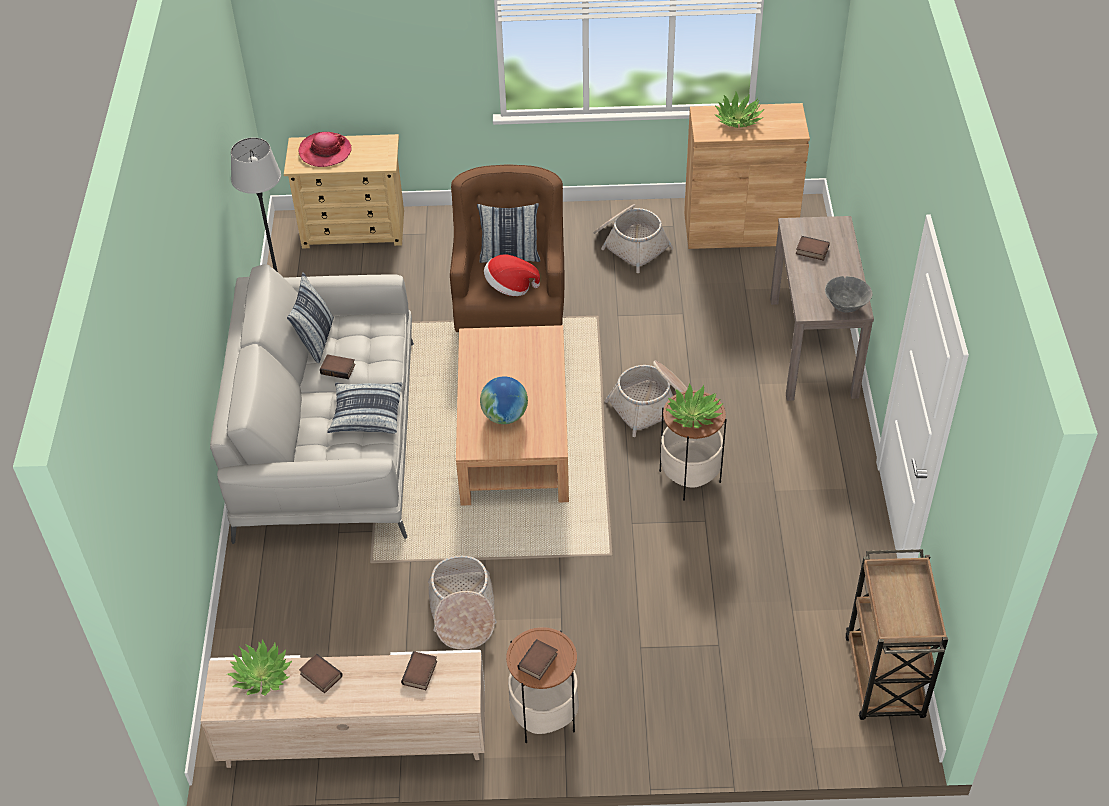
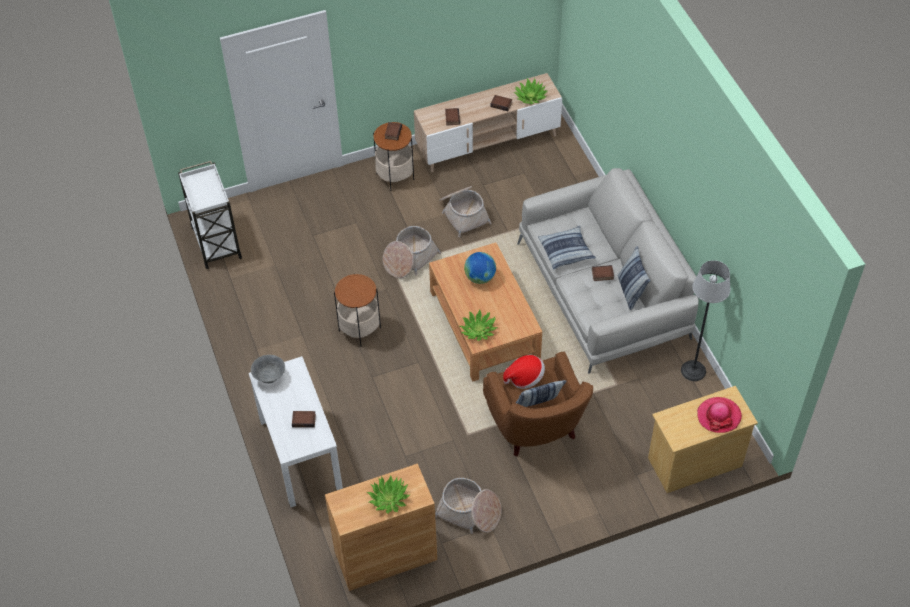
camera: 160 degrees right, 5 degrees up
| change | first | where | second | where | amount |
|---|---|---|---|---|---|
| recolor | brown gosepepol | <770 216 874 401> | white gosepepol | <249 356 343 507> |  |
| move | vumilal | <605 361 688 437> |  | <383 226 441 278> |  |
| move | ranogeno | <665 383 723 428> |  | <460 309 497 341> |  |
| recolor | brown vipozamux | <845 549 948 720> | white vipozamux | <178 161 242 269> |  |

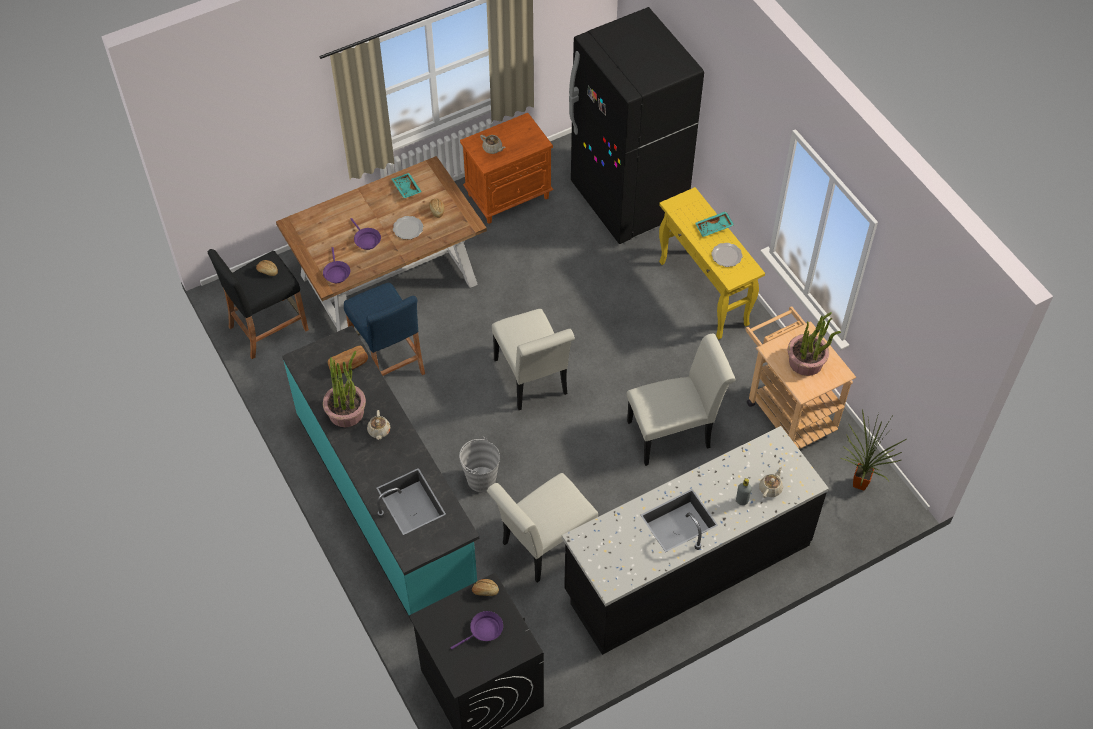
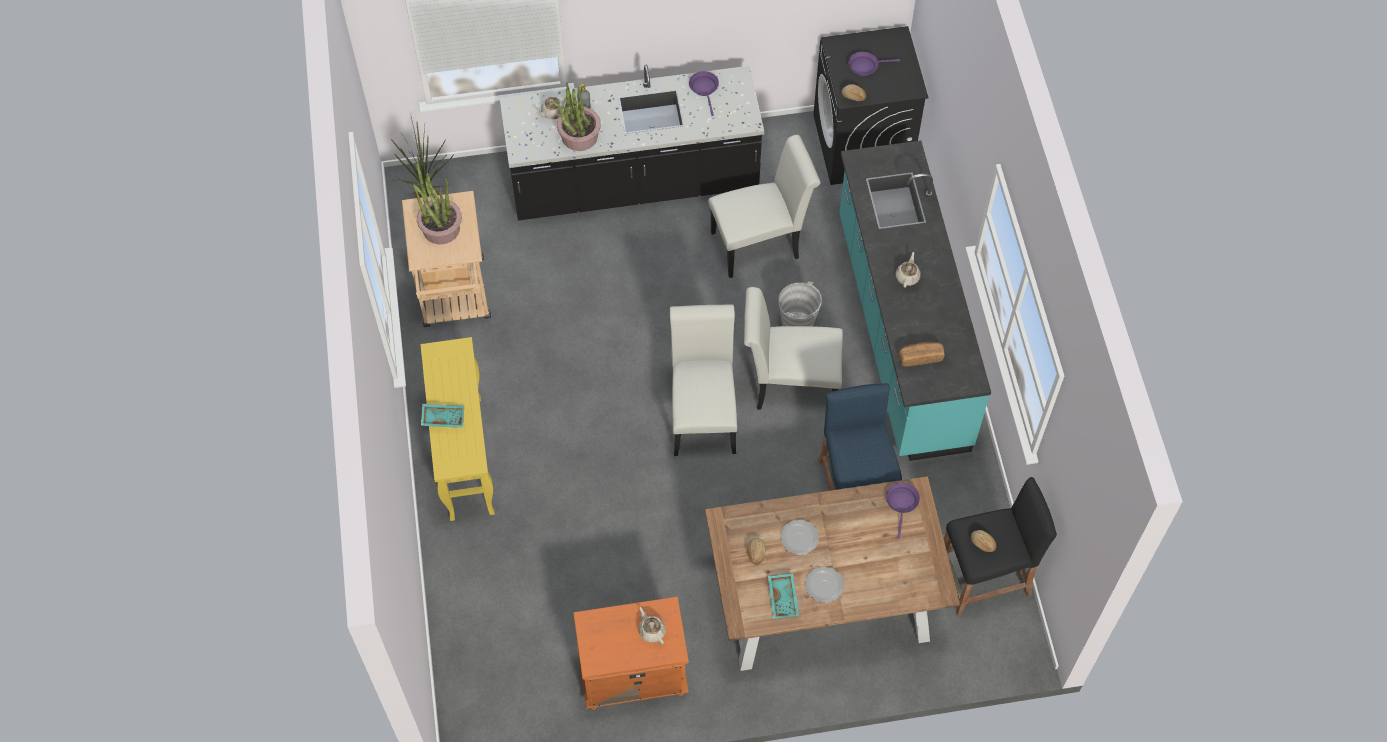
camera: 160 degrees left, 5 degrees up
| change | first | where | second | where | amount |
|---|---|---|---|---|---|
| delete | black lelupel | <569 7 704 244> |  |  |  |
| move | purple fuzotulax | <351 218 381 250> |  | <689 71 719 116> |  |
| move | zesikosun | <711 243 743 267> |  | <805 566 844 603> |  |
| move | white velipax | <627 334 736 466> |  | <744 287 843 410> |  |
| move | ranogeno | <323 351 366 427> |  | <550 81 601 151> |  |

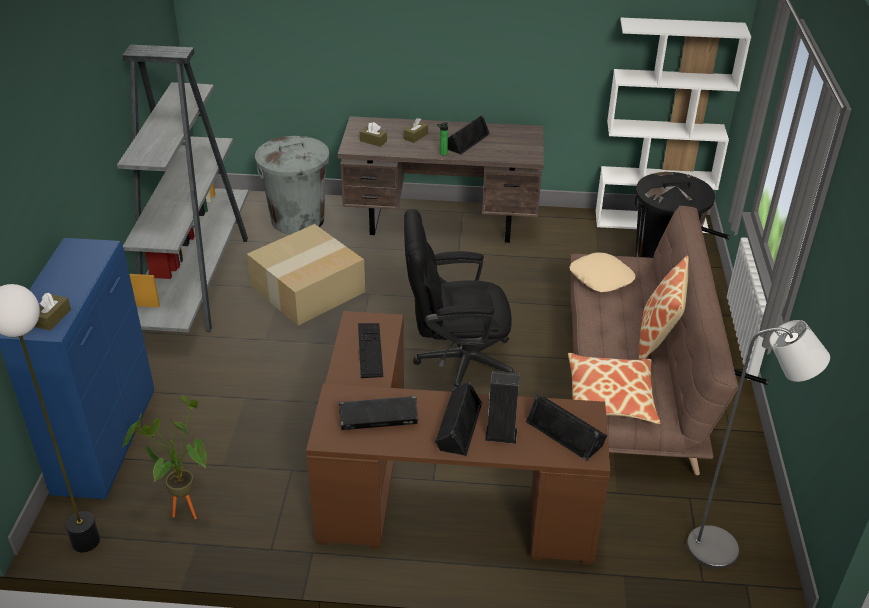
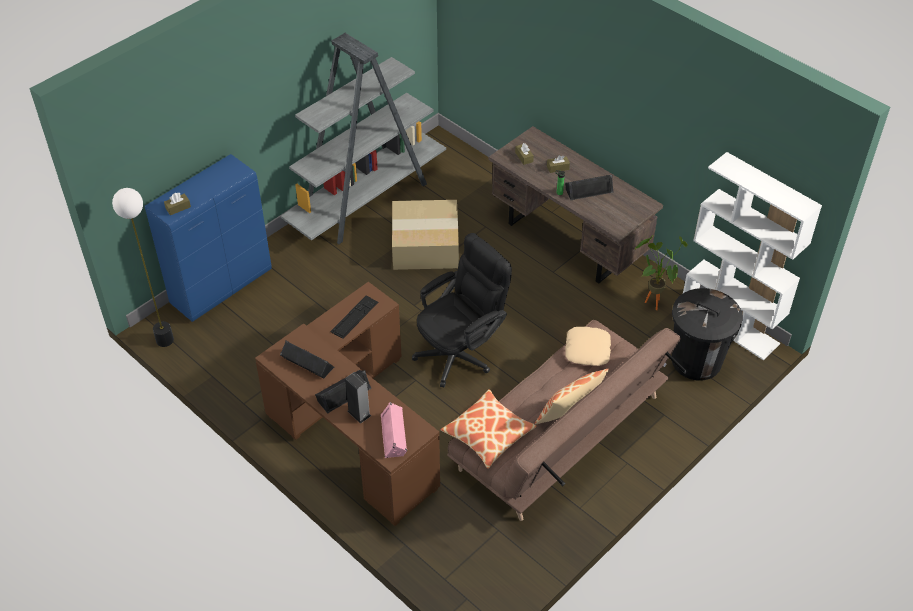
camera: 40 degrees right, 10 degrees up
| change | first | where | second | where | amount |
|---|---|---|---|---|---|
| delete | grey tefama | <255 136 329 235> |  |  |  |
| rotate | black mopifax | <404 209 516 389> |  | <412 233 512 387> | 105 degrees clockwise |
| delete | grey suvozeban | <687 320 830 569> |  |  |  |
| recolor | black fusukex | <525 394 607 461> | pink fusukex | <381 402 407 458> |  |
| move | ranogeno | <122 396 207 519> |  | <635 235 688 310> |  |

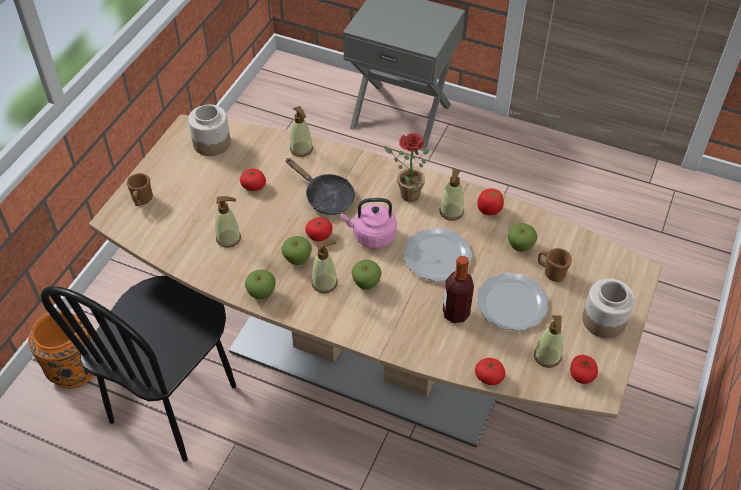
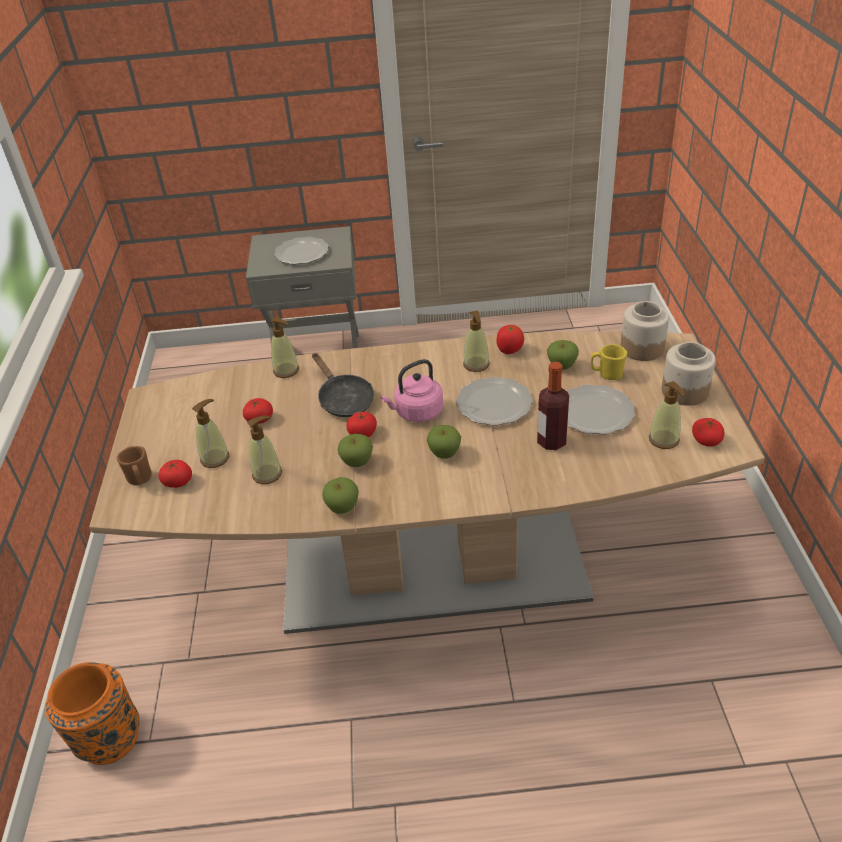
camera: 25 degrees left, 10 degrees down
| change | first | where | second | where | amount |
|---|---|---|---|---|---|
| move | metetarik | <188 105 231 156> |  | <620 301 669 361> |  |
| delete | ranogeno | <384 133 429 202> |  |  |  |
| rotate | black fuzotulax | <286 158 355 215> |  | <312 353 374 417> | 45 degrees clockwise |
| move | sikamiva | <311 240 338 293> |  | <192 399 229 468> |  |
| recolor | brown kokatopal | <538 248 572 282> | yellow kokatopal | <591 344 627 380> |  |
| delete | black velipax | <41 276 236 462> |  |  |  |
| move | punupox | <475 358 505 385> |  | <158 460 192 488> |  |
| insert |  |  | zesikosun | <274 237 329 264> |  |

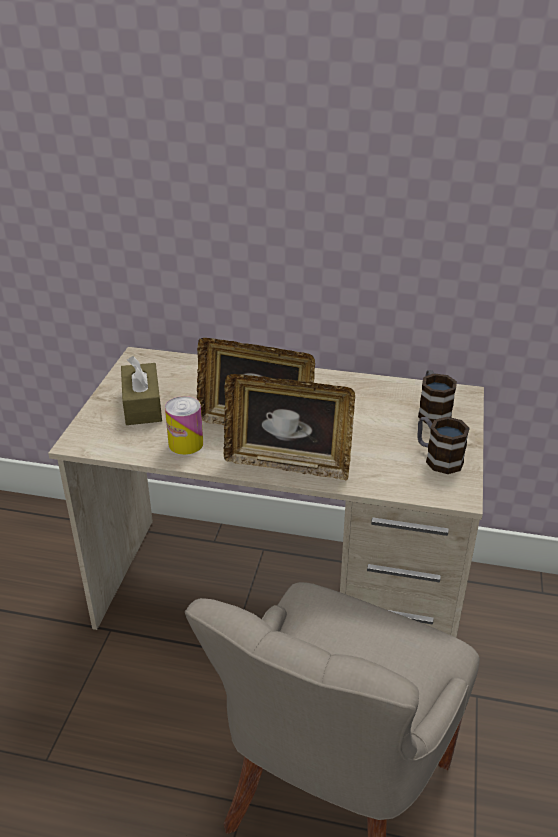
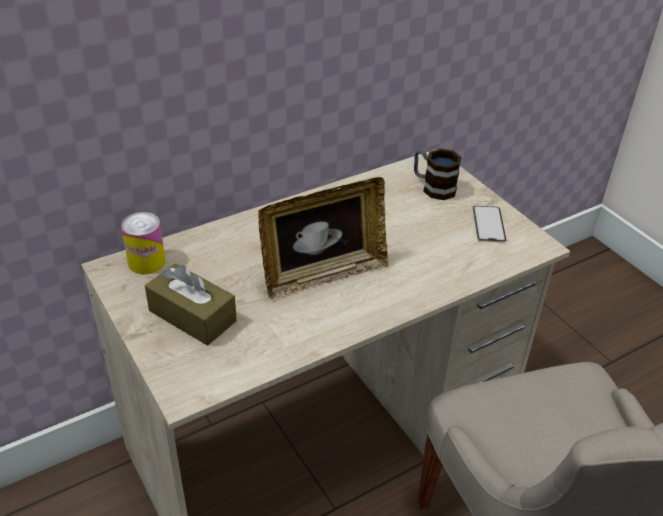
camera: 45 degrees left, 5 degrees up
| change | first | where | second | where | amount |
|---|---|---|---|---|---|
| delete | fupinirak | <223 374 355 481> |  |  |  |
| move | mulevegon | <165 396 203 455> |  | <121 212 166 274> |  |
| replace | kokatopal | <417 417 470 474> | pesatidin | <473 206 506 242> |  |

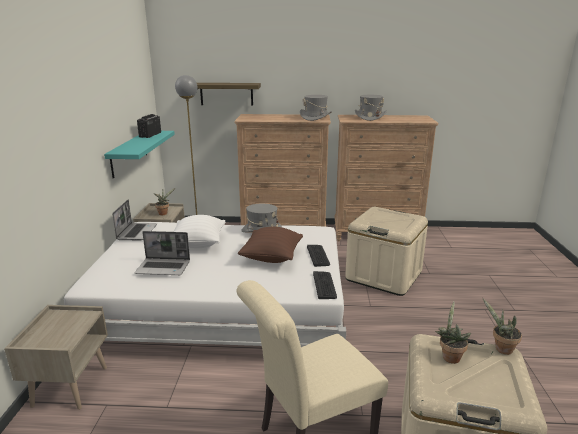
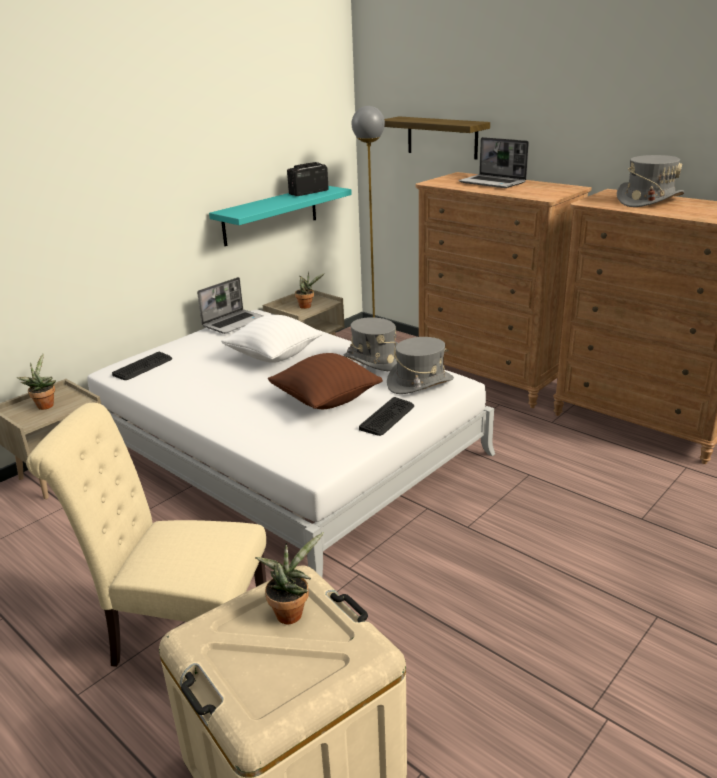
camera: 40 degrees right, 5 degrees up
| change | first | where | second | where | amount |
|---|---|---|---|---|---|
| move | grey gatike | <300 95 332 121> |  | <387 337 454 394> |  |
| delete | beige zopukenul | <345 207 428 296> |  |  |  |
| move | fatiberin | <134 231 190 275> |  | <458 137 529 188> |  |
| move | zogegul | <313 271 337 299> |  | <112 352 172 380> |  |
| move | ranogeno | <483 298 522 355> |  | <17 353 56 410> |  |

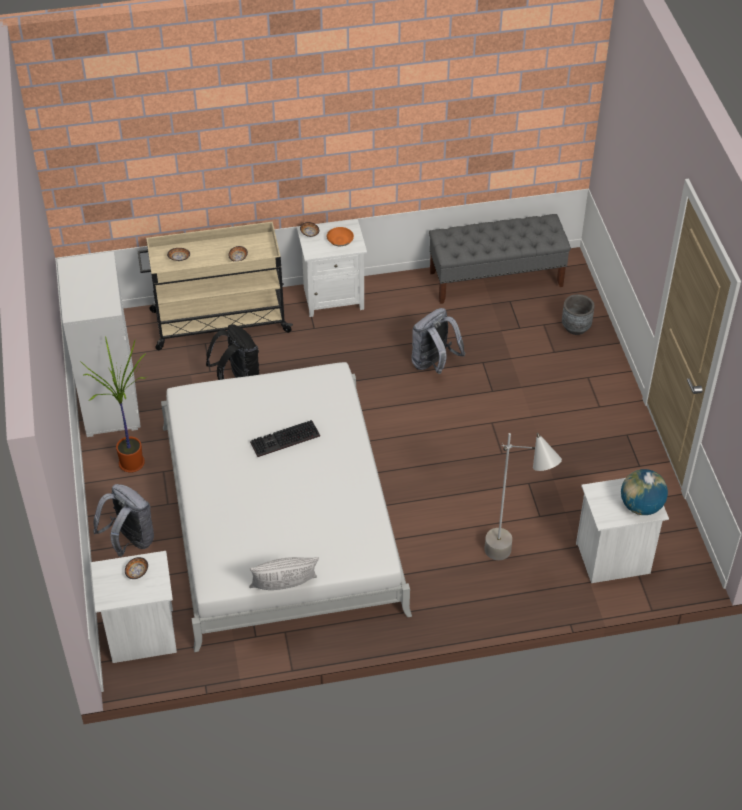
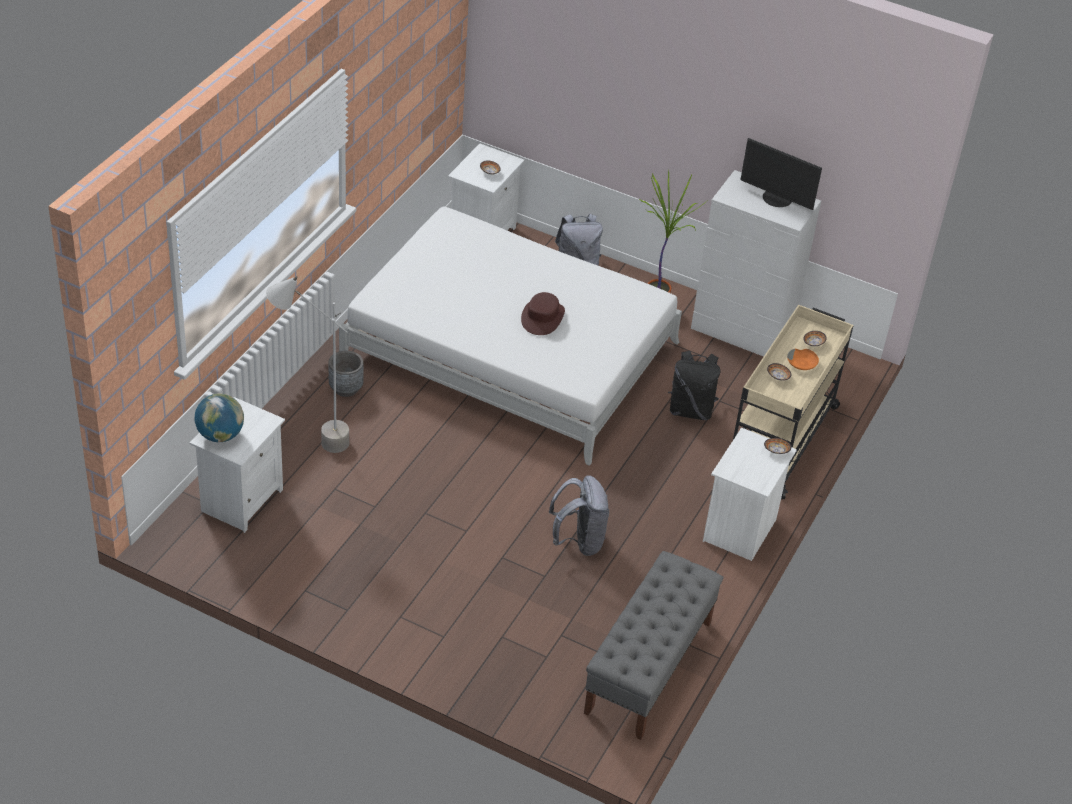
camera: 125 degrees right, 5 degrees down
| change | first | where | second | where | amount |
|---|---|---|---|---|---|
| move | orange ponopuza | <327 227 354 246> |  | <787 349 819 370> |  |
| move | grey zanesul | <562 294 595 335> |  | <329 351 364 397> |  |
| replace | zogegul | <250 420 320 457> | brown gatike | <521 292 565 335> |  |
| delete | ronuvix | <249 557 319 590> |  |  |  |
| insert |  |  | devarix | <740 138 822 210> |  |

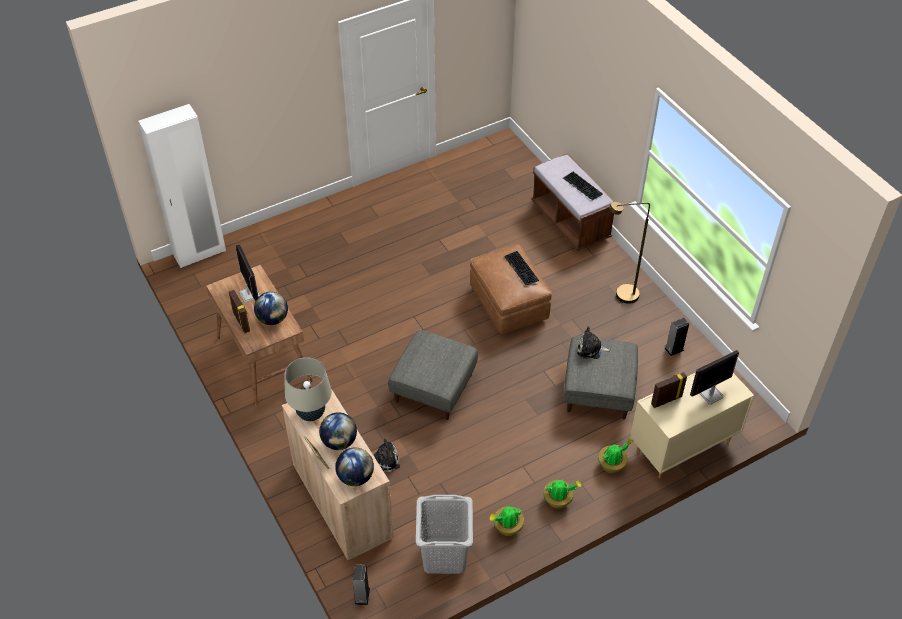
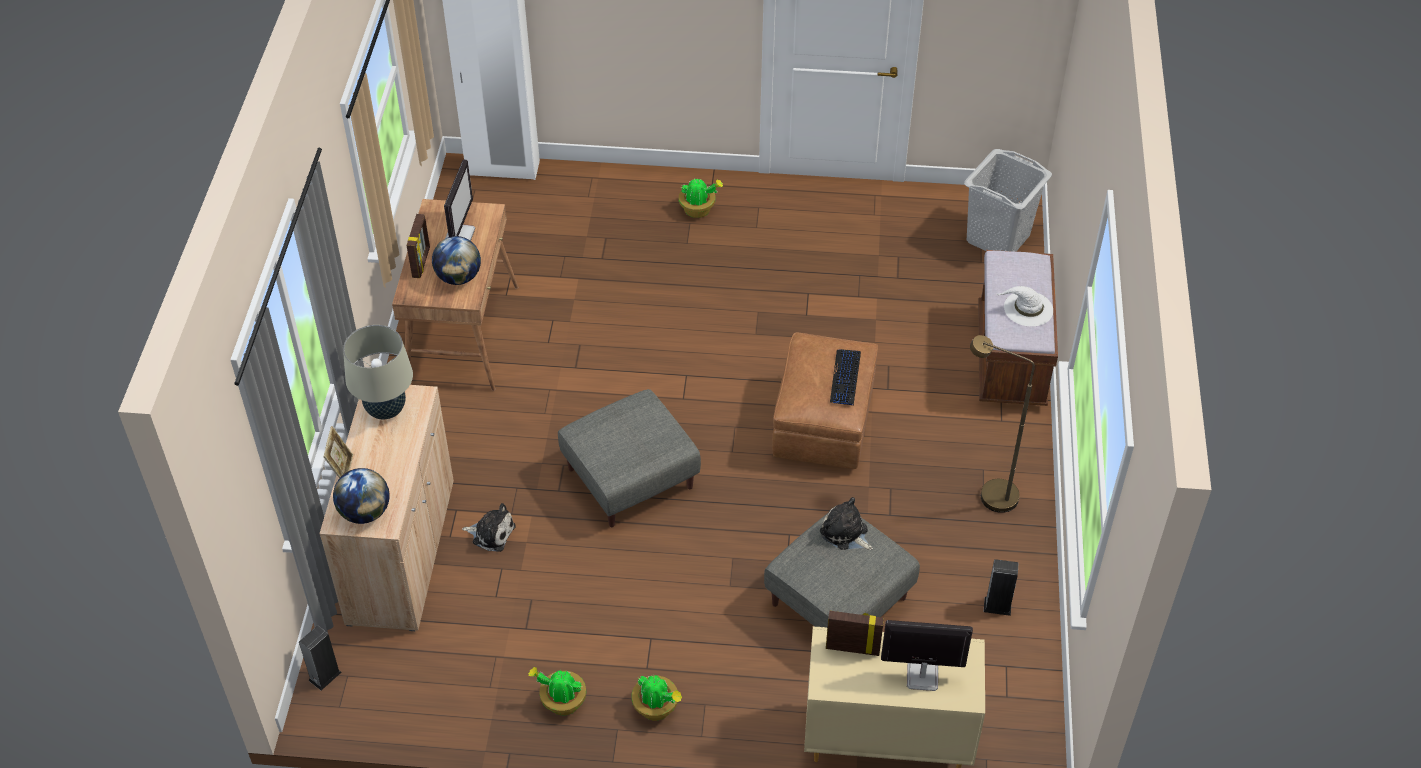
camera: 35 degrees right, 0 degrees up
| change | first | where | second | where | amount |
|---|---|---|---|---|---|
| replace | zogegul | <563 172 603 200> | white gatike | <996 286 1053 326> |  |
| delete | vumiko | <319 412 357 450> |  |  |  |
| move | ranogeno | <598 439 633 473> |  | <679 178 723 218> |  |
| move | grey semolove | <416 495 473 574> |  | <964 149 1052 252> |  |

